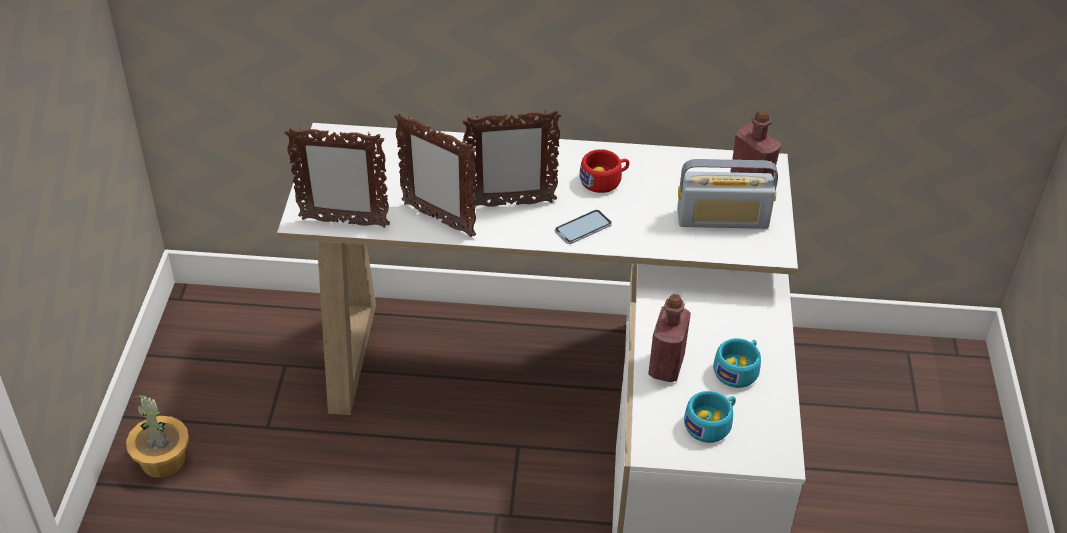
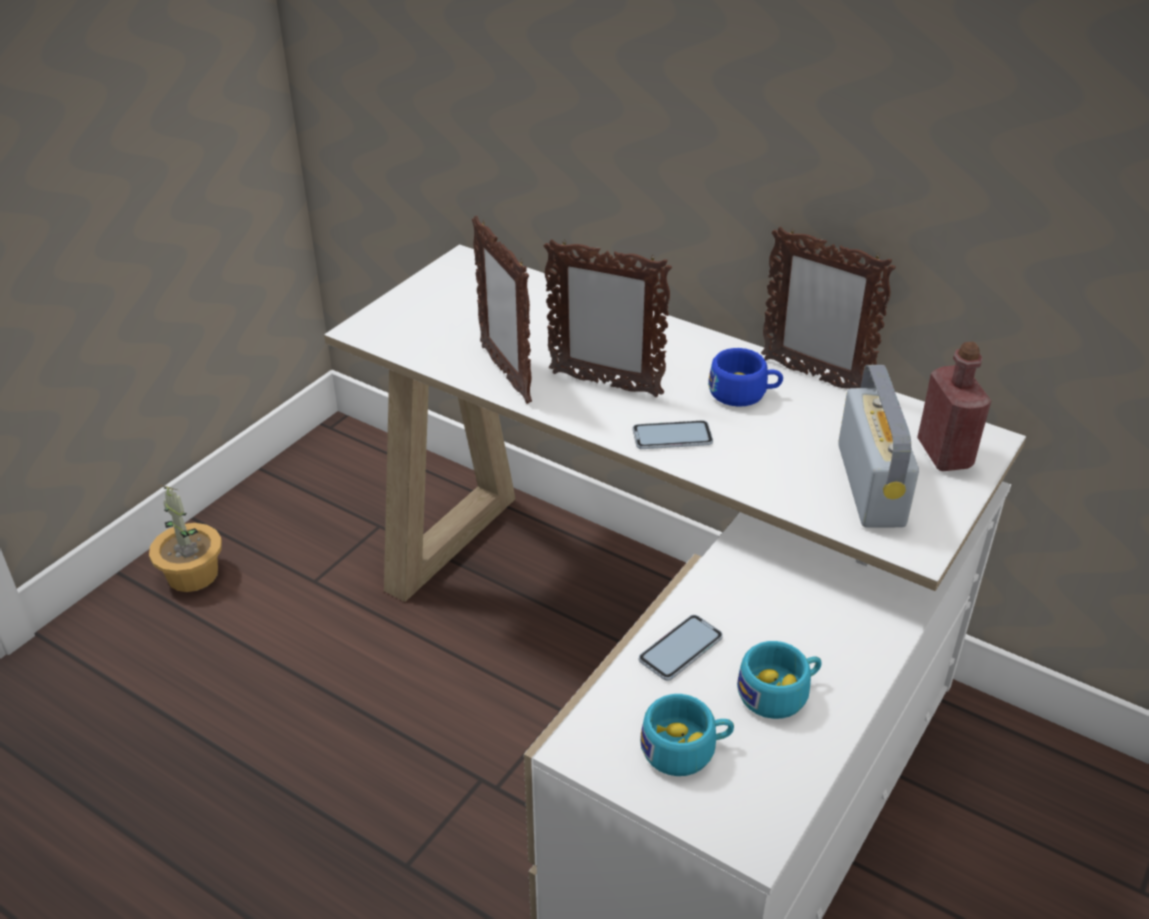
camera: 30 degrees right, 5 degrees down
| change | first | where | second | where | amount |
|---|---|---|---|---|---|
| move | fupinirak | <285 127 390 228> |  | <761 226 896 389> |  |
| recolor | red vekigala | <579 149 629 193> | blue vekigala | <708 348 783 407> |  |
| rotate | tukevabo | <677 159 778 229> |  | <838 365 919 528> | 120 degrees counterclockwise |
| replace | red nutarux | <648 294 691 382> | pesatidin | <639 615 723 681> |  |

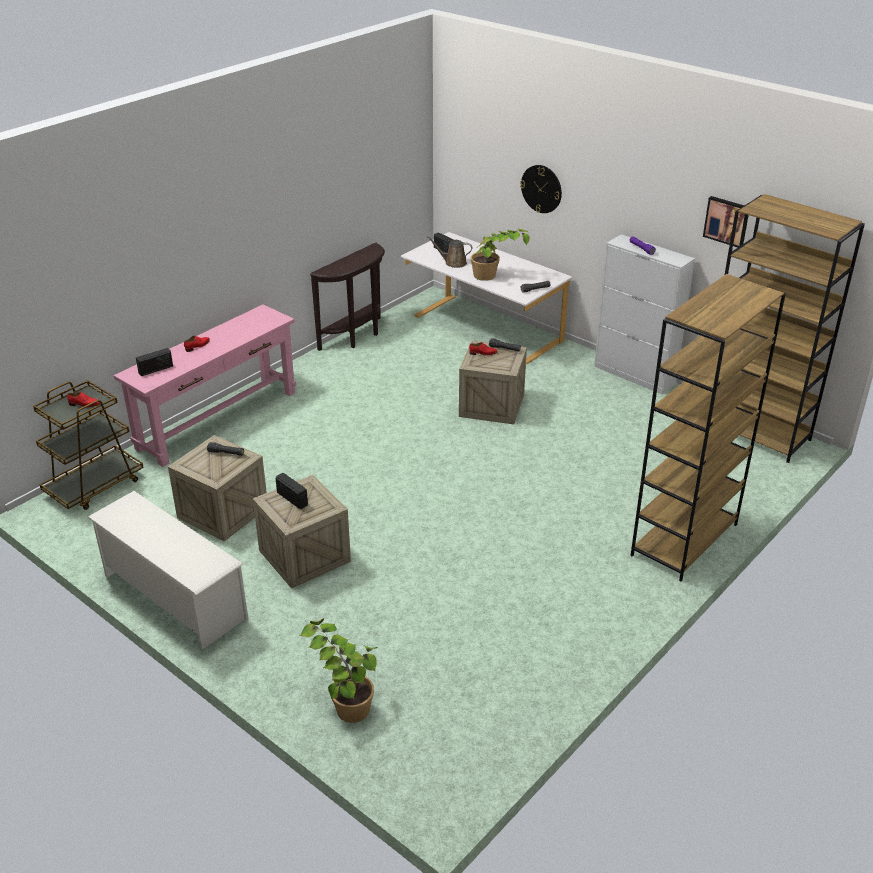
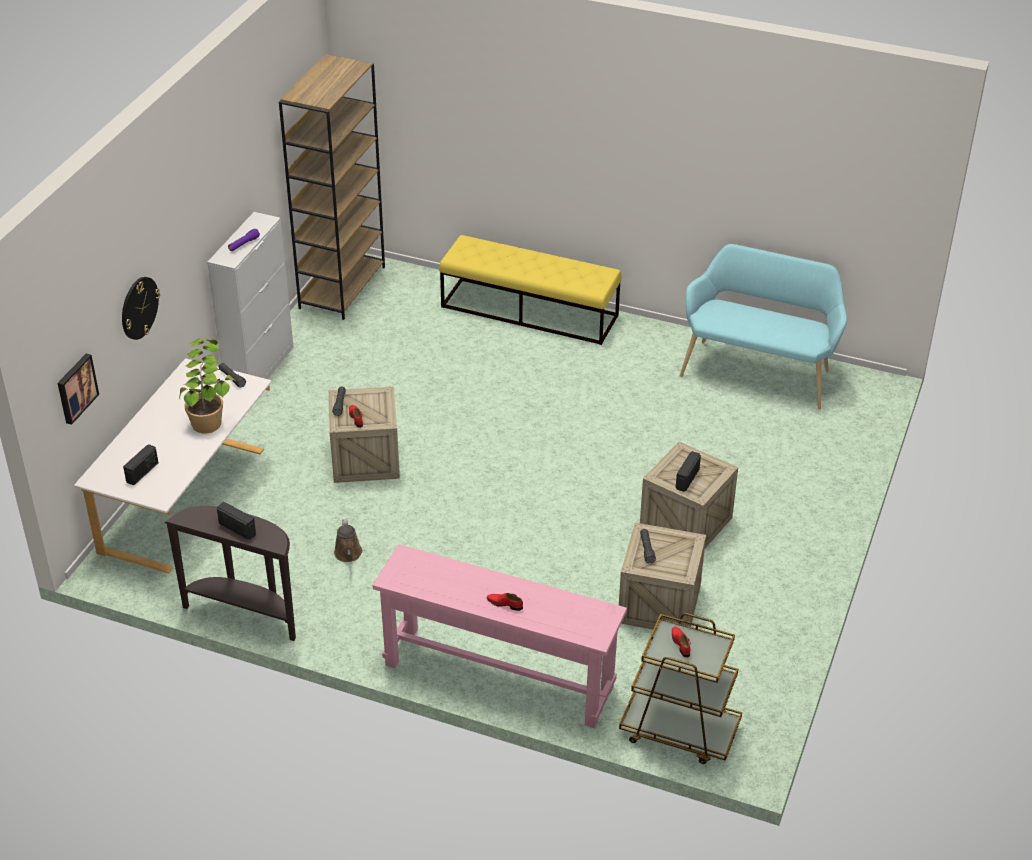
camera: 110 degrees left, 5 degrees up
| change | first | where | second | where | amount |
|---|---|---|---|---|---|
| move | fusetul | <703 196 749 247> |  | <58 353 99 425> |  |
| move | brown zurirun | <426 236 473 268> |  | <334 519 362 562> |  |
| replace | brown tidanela | <631 274 786 581> | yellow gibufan | <439 235 621 345> |  |
| move | tukevabo | <136 348 173 376> |  | <217 502 256 540> |  |
| delete | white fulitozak | <87 491 248 650> |  |  |  |
| delete | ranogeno | <300 618 378 723> |  |  |  |
| insert |  |  | turquoise gibufan | <680 244 847 409> |  |

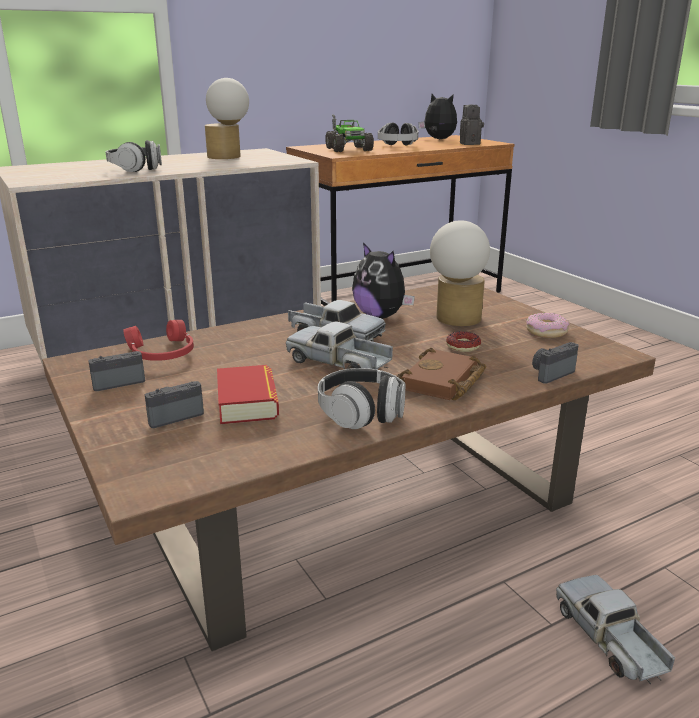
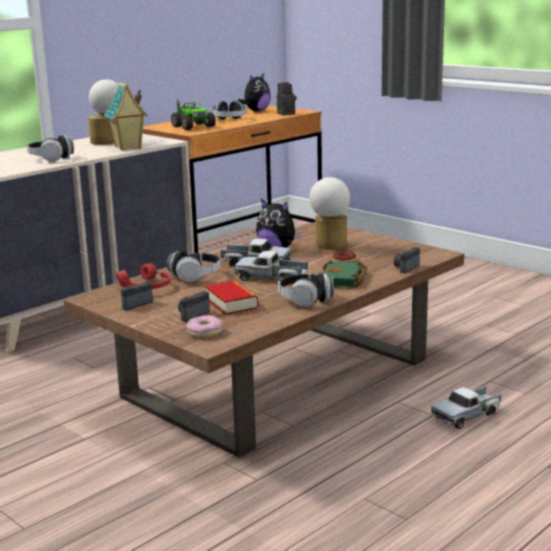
camera: 15 degrees left, 5 degrees down
| change | first | where | second | where | amount |
|---|---|---|---|---|---|
| rotate | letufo | <418 94 457 139> |  | <238 73 271 111> | 105 degrees clockwise |
| move | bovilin | <526 313 570 338> |  | <186 315 223 338> |  |
| recolor | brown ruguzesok | <397 348 486 400> | green ruguzesok | <322 260 367 287> |  |
| rotate | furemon | <556 575 675 684> |  | <431 386 502 429> | 90 degrees counterclockwise |
| insert |  |  | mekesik | <104 82 148 150> |  |
| insert |  |  | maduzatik | <167 251 221 282> |  |

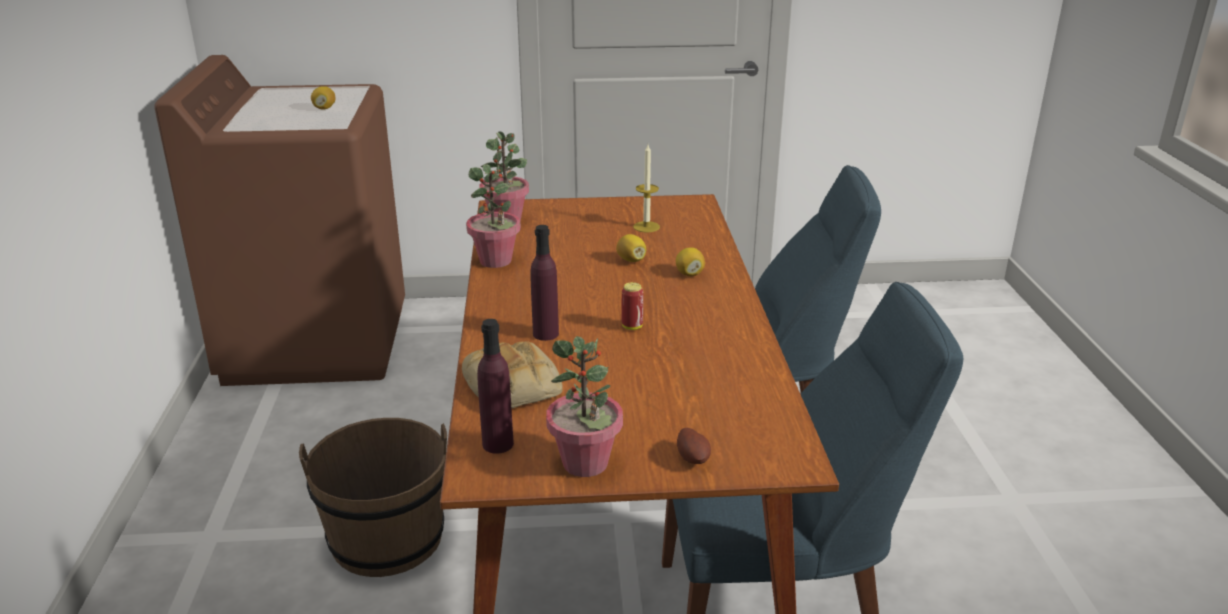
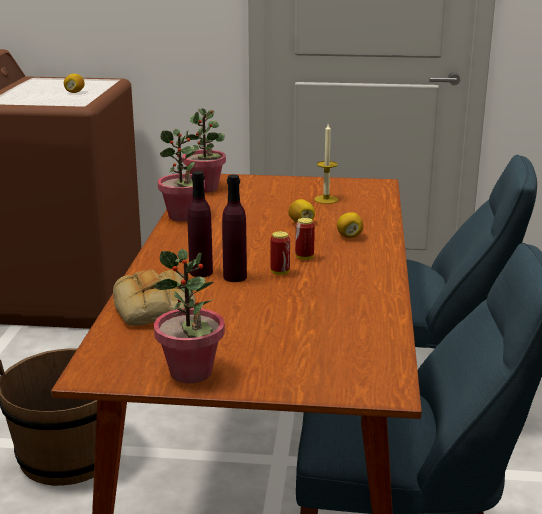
camera: 10 degrees right, 5 degrees down
| change | first | where | second | where | amount |
|---|---|---|---|---|---|
| move | purple nutarux | <477 319 514 454> |  | <222 175 247 282> |  |
| delete | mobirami | <677 428 711 464> |  |  |  |
| insert |  |  | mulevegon | <295 218 315 260> |  |

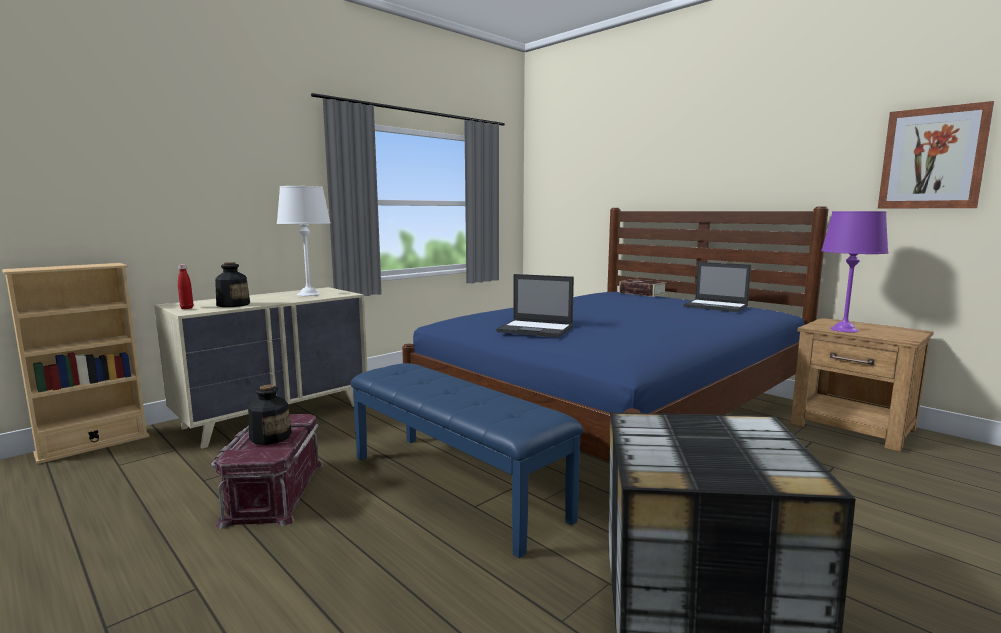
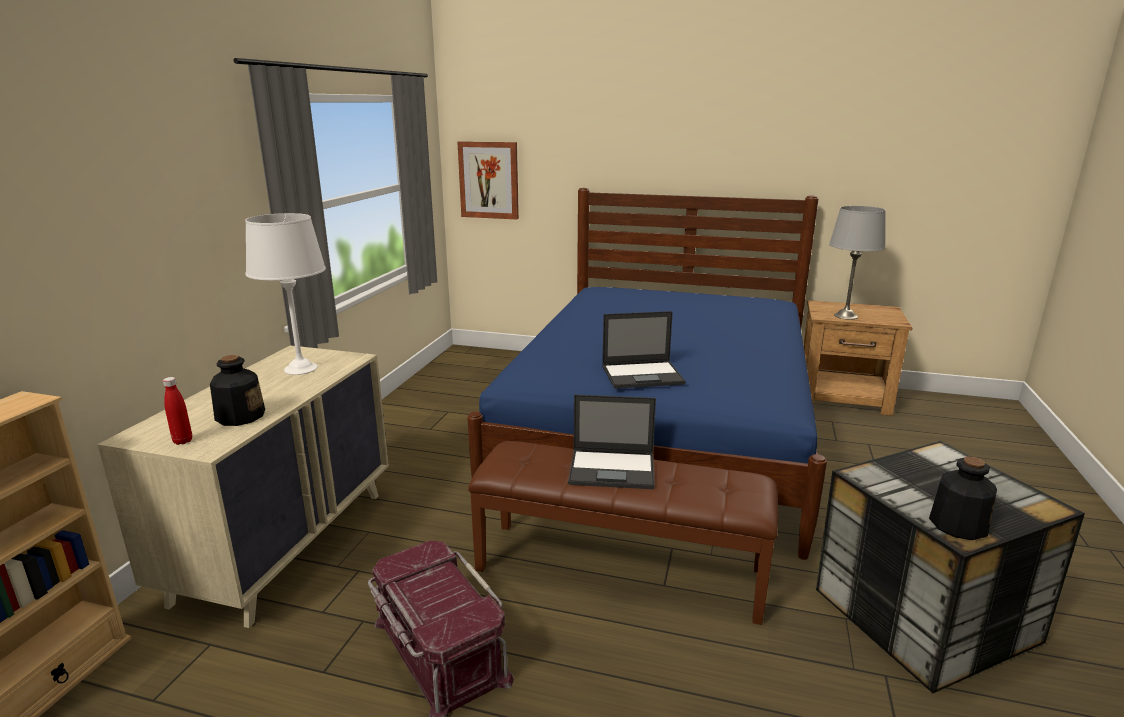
camera: 30 degrees left, 10 degrees up
| change | first | where | second | where | amount |
|---|---|---|---|---|---|
| move | fusetul | <878 101 994 209> |  | <457 141 519 219> |  |
| recolor | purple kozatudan | <821 211 888 333> | grey kozatudan | <829 206 886 320> |  |
| move | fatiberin | <683 262 751 312> |  | <568 395 656 489> |  |
| delete | ruguzesok | <619 279 667 297> |  |  |  |
| recolor | blue gibufan | <351 363 584 558> | brown gibufan | <468 441 778 625> |  |
| move | nutarux | <248 385 292 445> |  | <929 456 997 540> |  |

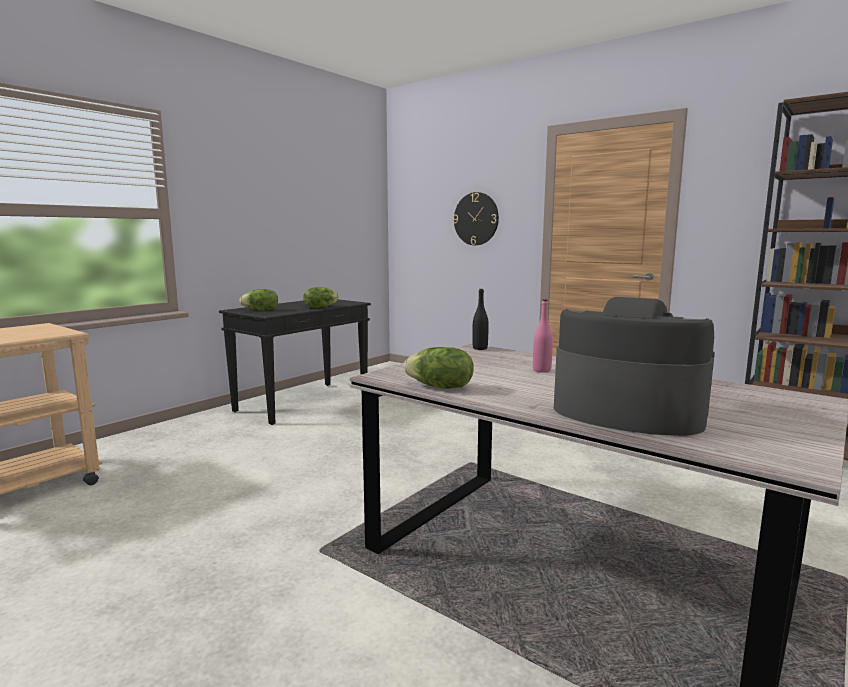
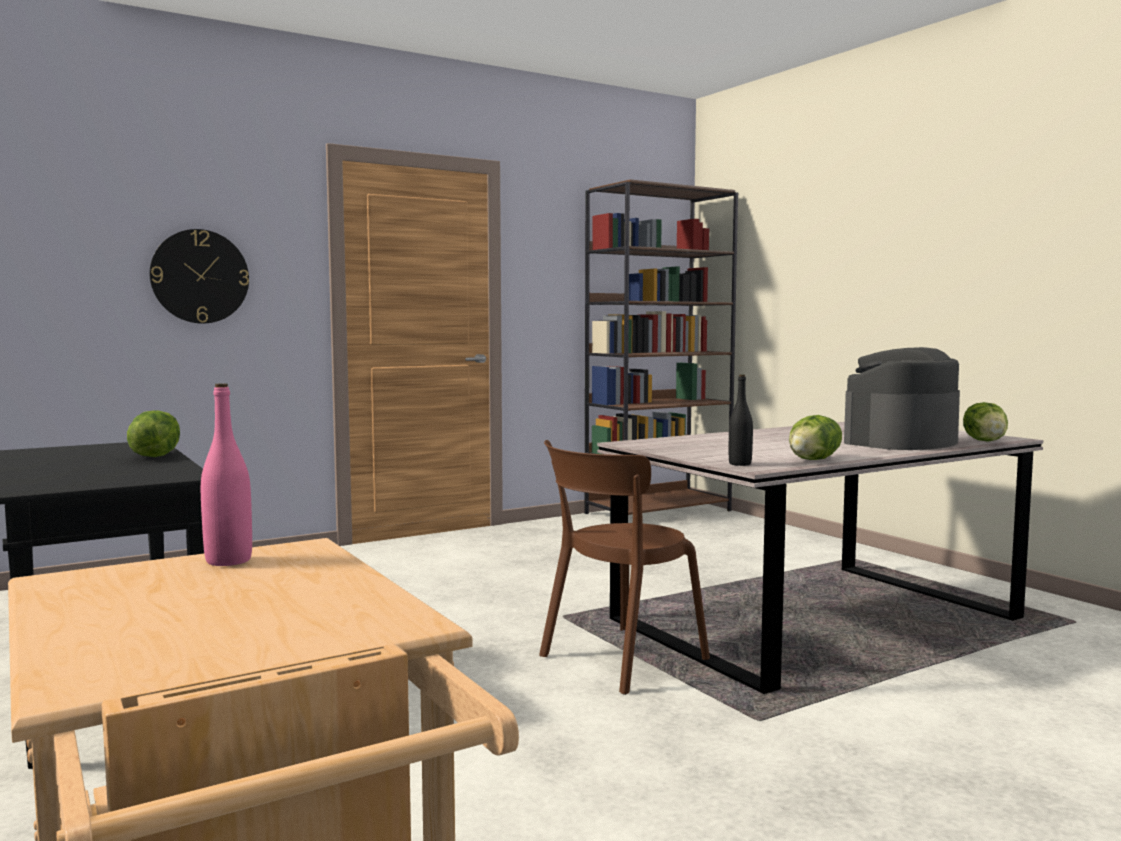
camera: 70 degrees left, 5 degrees down
| change | first | where | second | where | amount |
|---|---|---|---|---|---|
| move | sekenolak | <239 289 278 311> |  | <963 402 1008 441> |  |
| move | black nutarux | <472 289 489 350> |  | <729 374 753 466> |  |
| move | pink nutarux | <533 299 553 373> |  | <201 383 252 566> |  |
| insert |  |  | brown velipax | <539 440 710 695> |  |

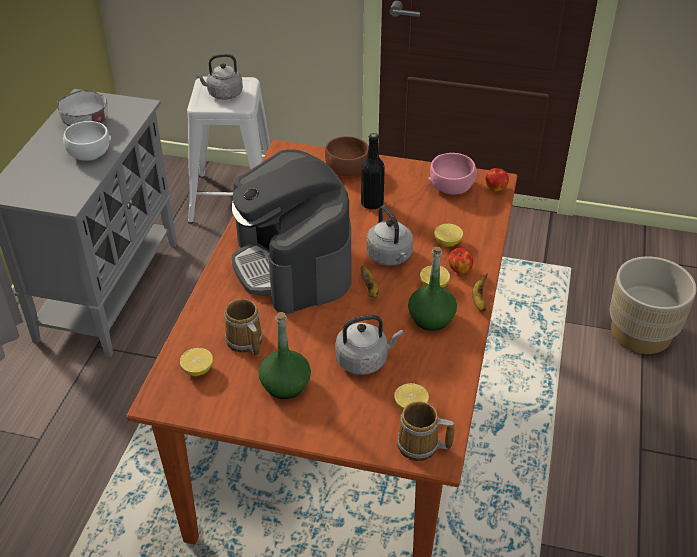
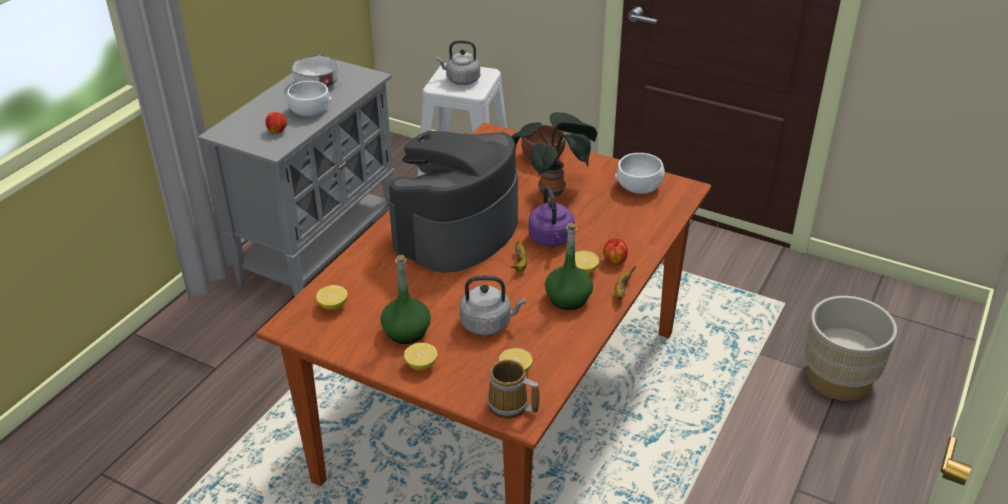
camera: 15 degrees right, 5 degrees down
| change | first | where | second | where | amount |
|---|---|---|---|---|---|
| replace | black nutarux | <361 133 385 210> | ranogeno | <511 112 597 197> |  |
| rotate | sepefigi | <232 149 351 314> |  | <389 131 518 272> | 45 degrees clockwise |
| recolor | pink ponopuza | <428 153 477 195> | white ponopuza | <615 153 665 194> |  |
| move | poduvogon | <486 168 509 192> |  | <265 112 287 134> |  |
| recolor | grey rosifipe | <367 206 413 265> | purple rosifipe | <529 186 575 247> |  |
| move | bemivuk | <434 224 463 247> |  | <404 343 437 370> |  |
| delete | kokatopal | <224 299 263 356> |  |  |  |

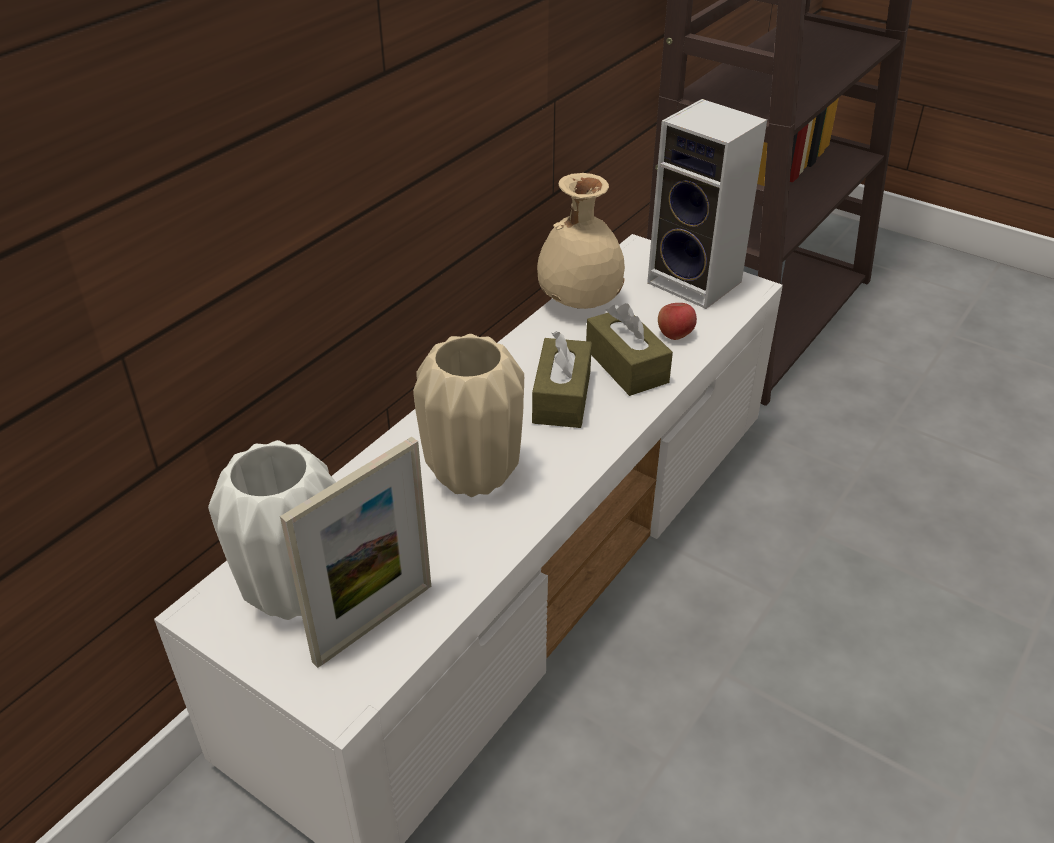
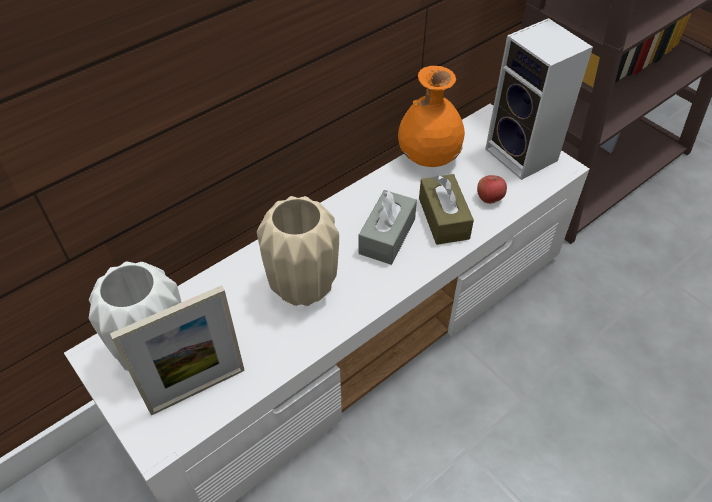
camera: 15 degrees right, 10 degrees up
| change | first | where | second | where | amount |
|---|---|---|---|---|---|
| recolor | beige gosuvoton | <537 173 625 309> | orange gosuvoton | <398 66 465 167> |  |
| recolor | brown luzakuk | <532 331 592 428> | grey luzakuk | <359 190 417 265> |  |

